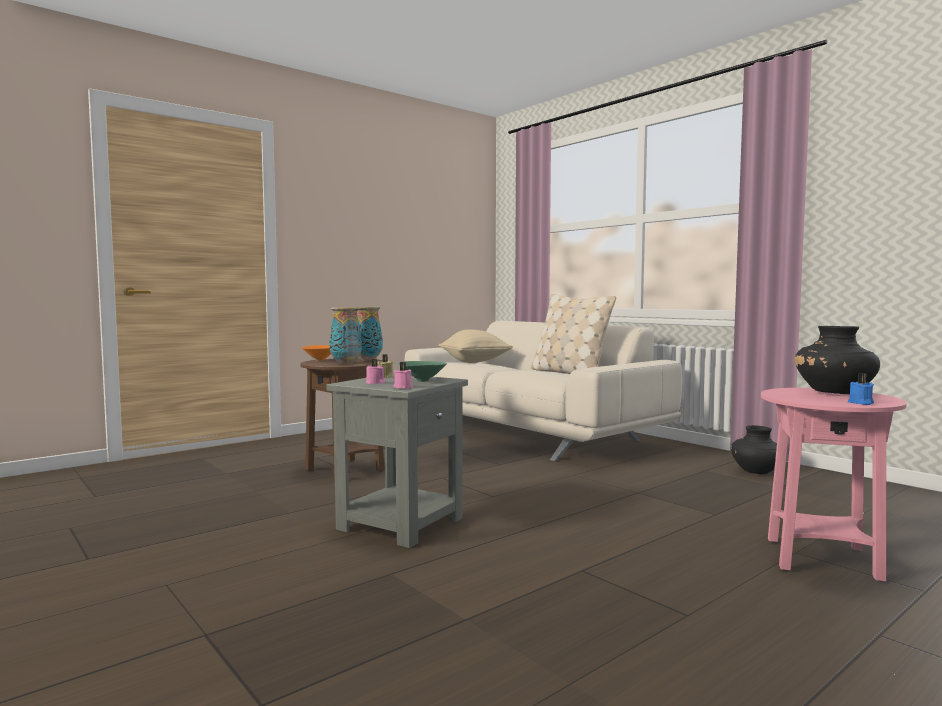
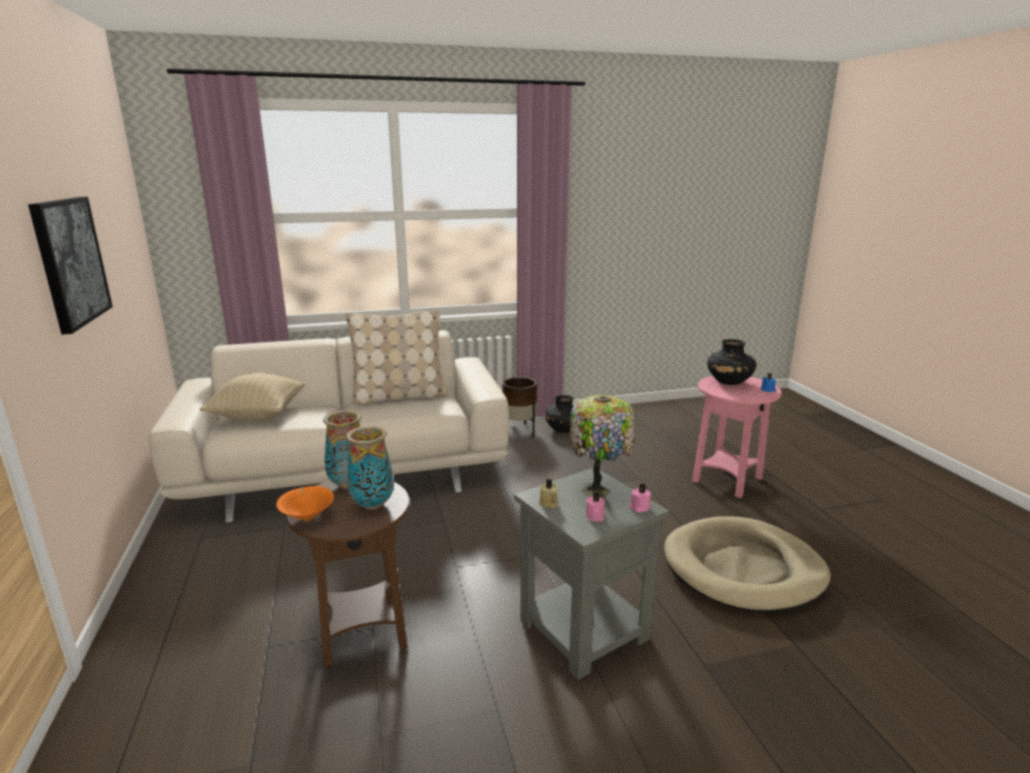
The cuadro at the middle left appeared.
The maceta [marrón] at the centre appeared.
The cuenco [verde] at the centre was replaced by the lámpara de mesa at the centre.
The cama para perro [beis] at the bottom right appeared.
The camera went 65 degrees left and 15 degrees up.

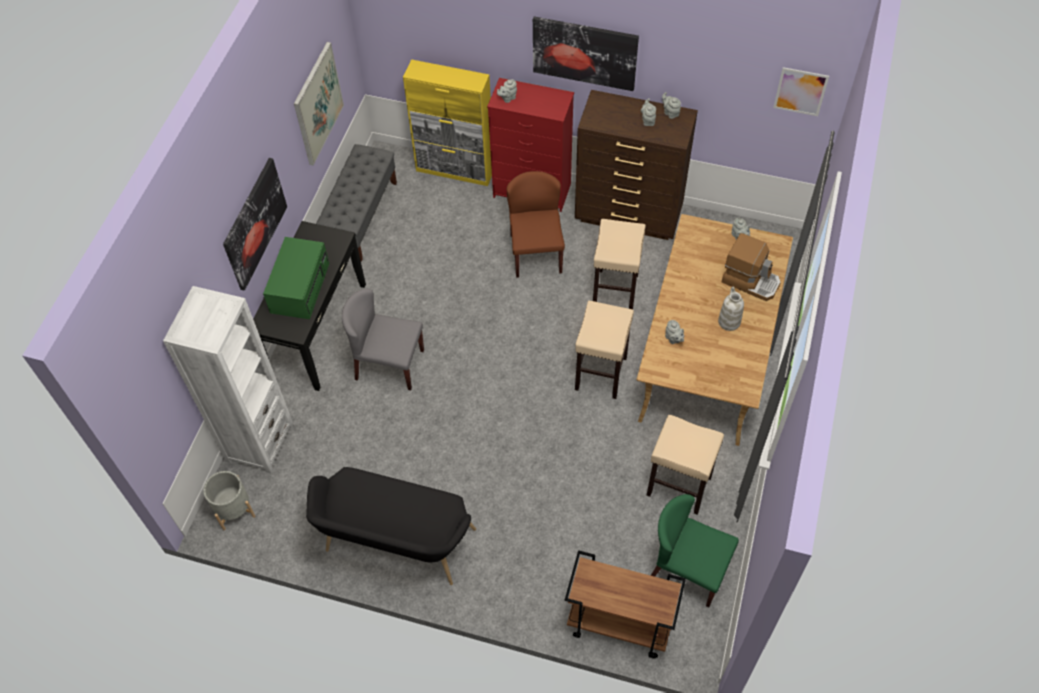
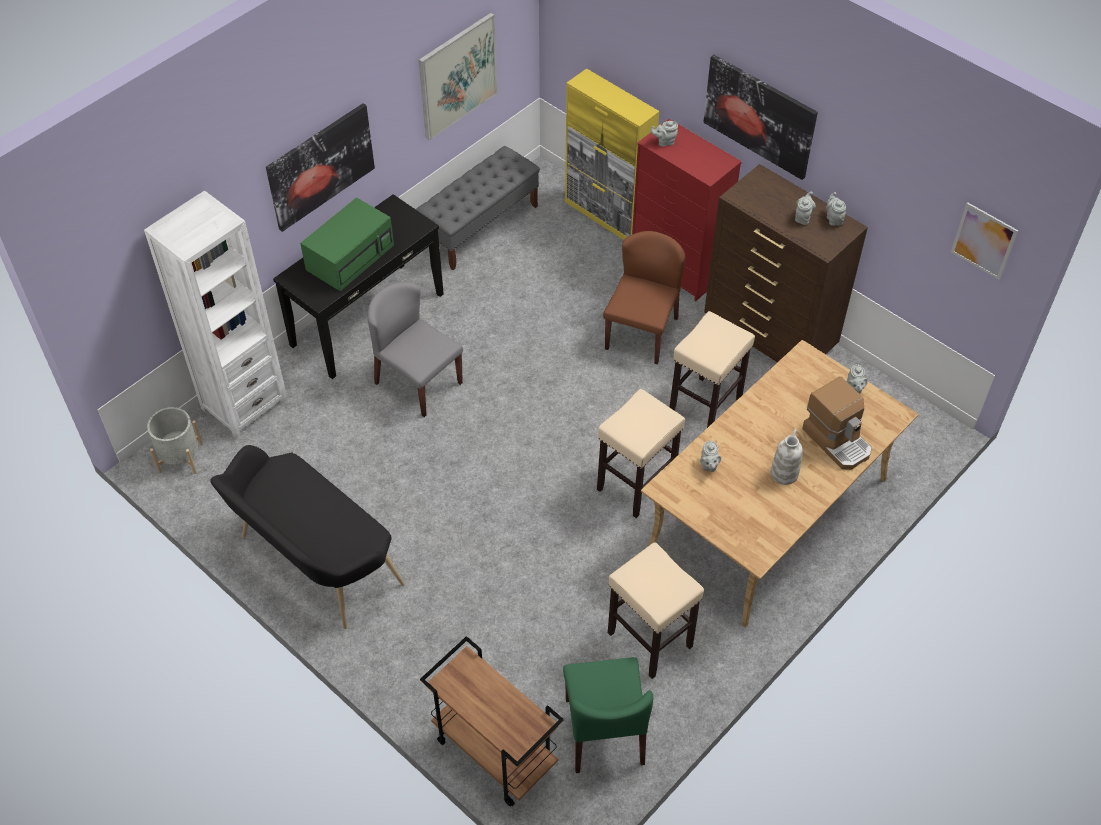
The silla [verde] at the bottom right turned 150 degrees counterclockwise.
The camera went 25 degrees right and 5 degrees down.

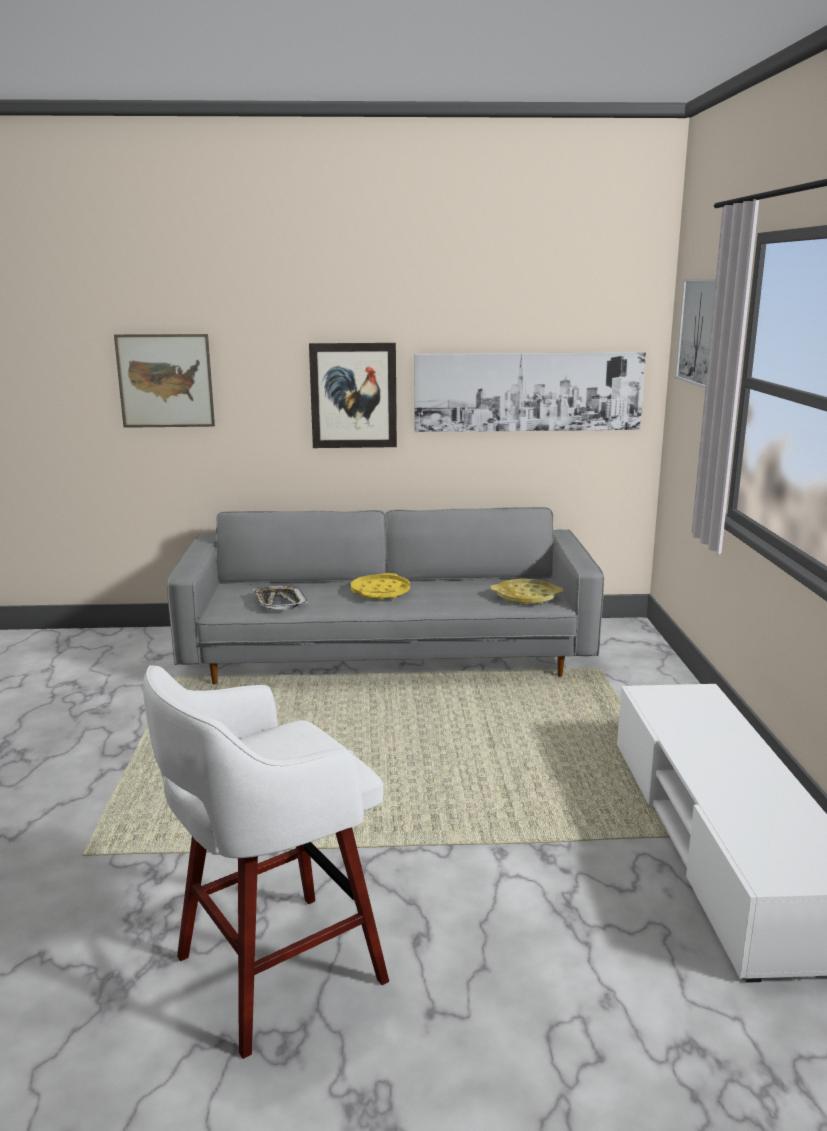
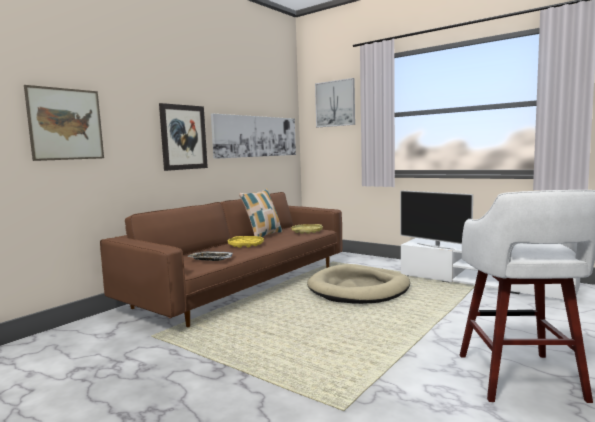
The sofá [gris] at the centre became the sofá [marrón] at the centre.
The cojín at the centre appeared.
The cama para perro [beis] at the bottom centre appeared.
The televisor at the middle right appeared.
The camera went 50 degrees left and 10 degrees down.

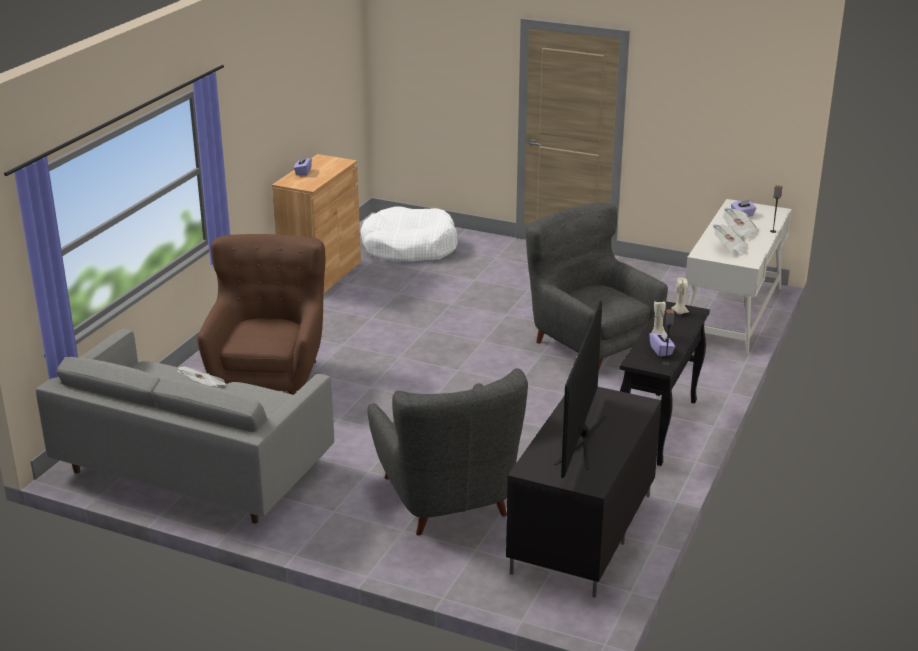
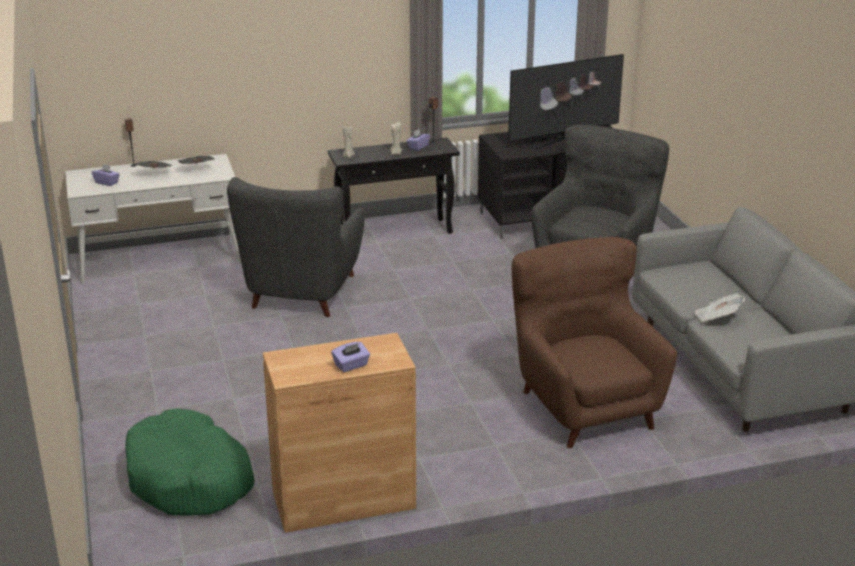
The cama para perro [blanco] at the centre became the cama para perro [verde] at the bottom left.
The sillón [marrón] at the middle left turned 105 degrees clockwise.
The camera went 130 degrees left and 0 degrees up.

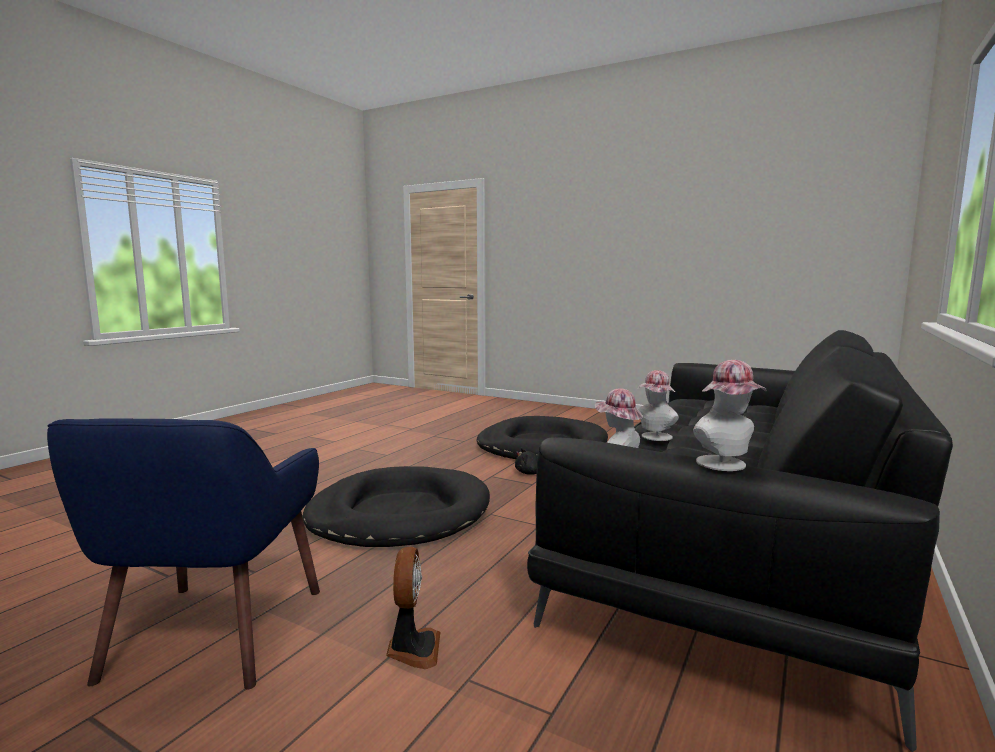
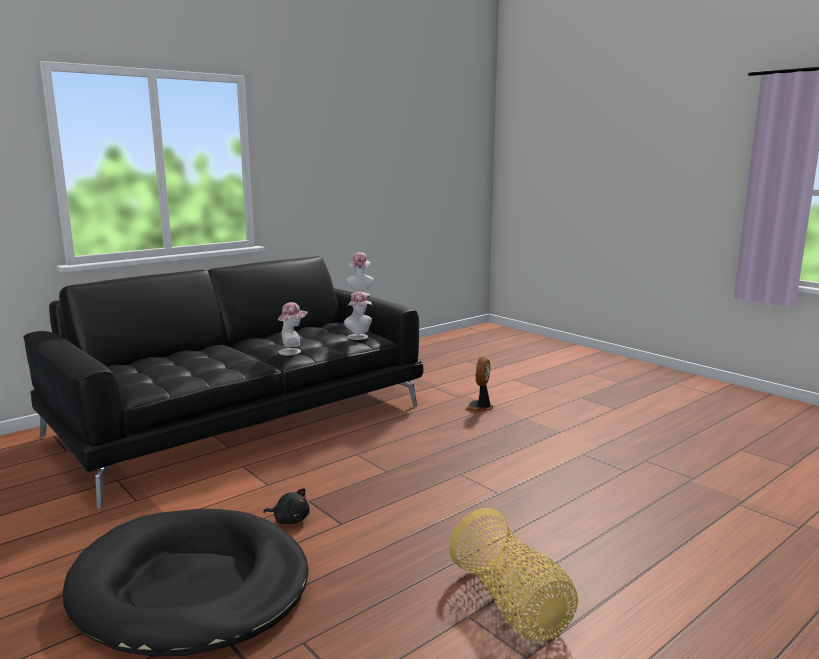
The cesta at the bottom centre appeared.
The sillón [azul] at the bottom left disappeared.
The cama para perro [negro] (no. 1 from left) at the bottom centre disappeared.
The camera went 160 degrees left and 5 degrees up.

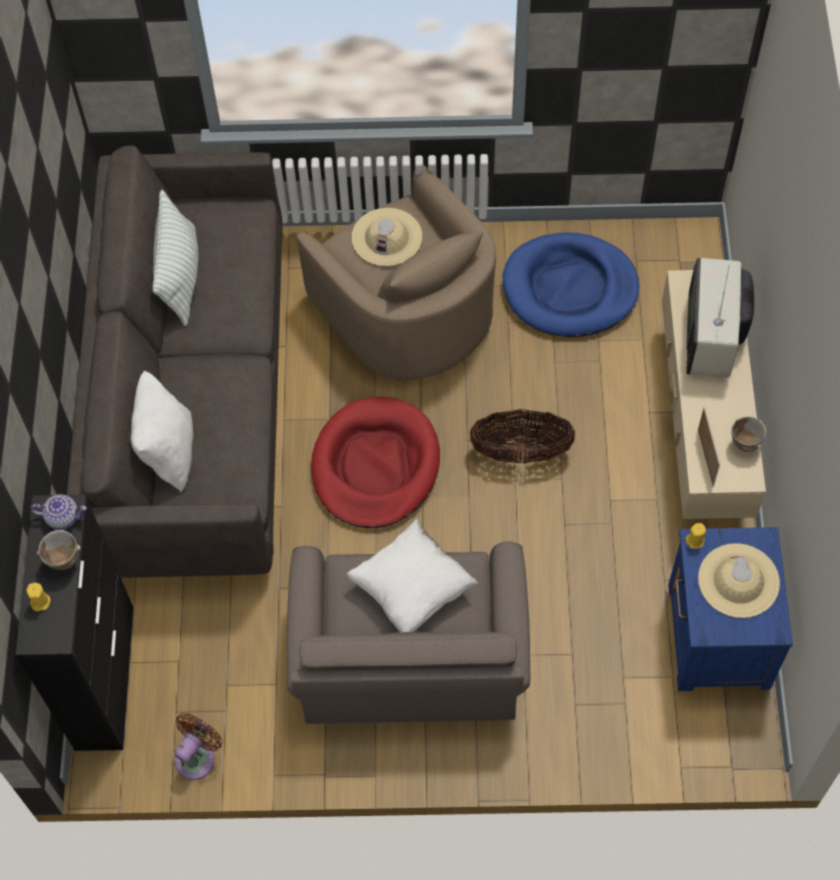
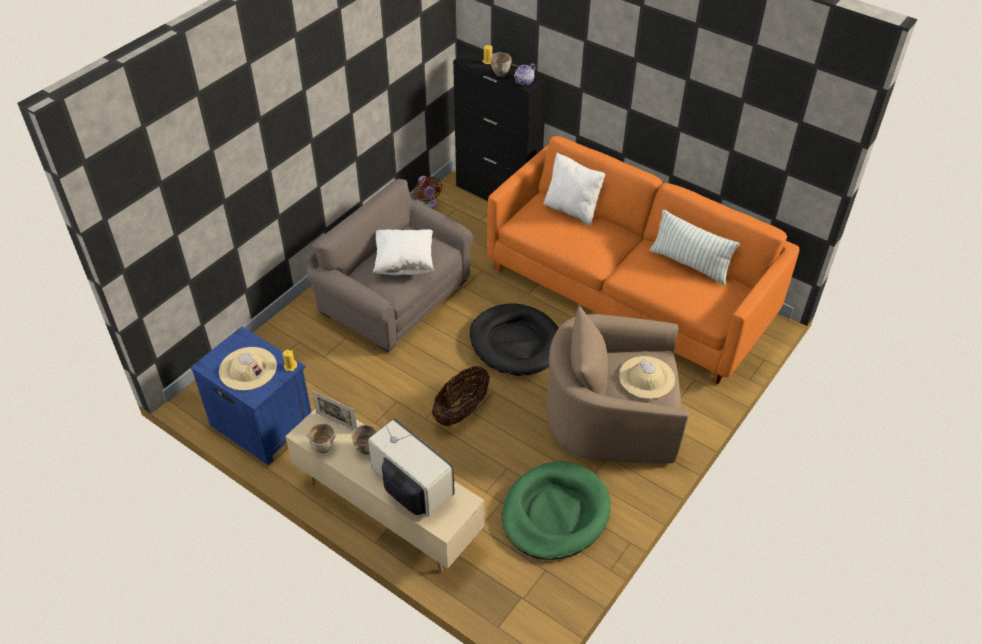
The cuenco (no. 2 from left) at the bottom centre appeared.
The cama para perro [rojo] at the centre became the cama para perro [negro] at the centre.
The sofá [gris] at the middle left became the sofá [naranja] at the centre.
The cama para perro [azul] at the top right became the cama para perro [verde] at the bottom centre.
The camera went 125 degrees right and 15 degrees down.

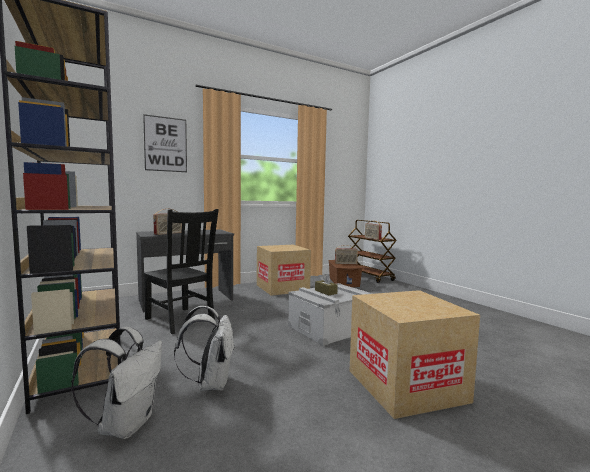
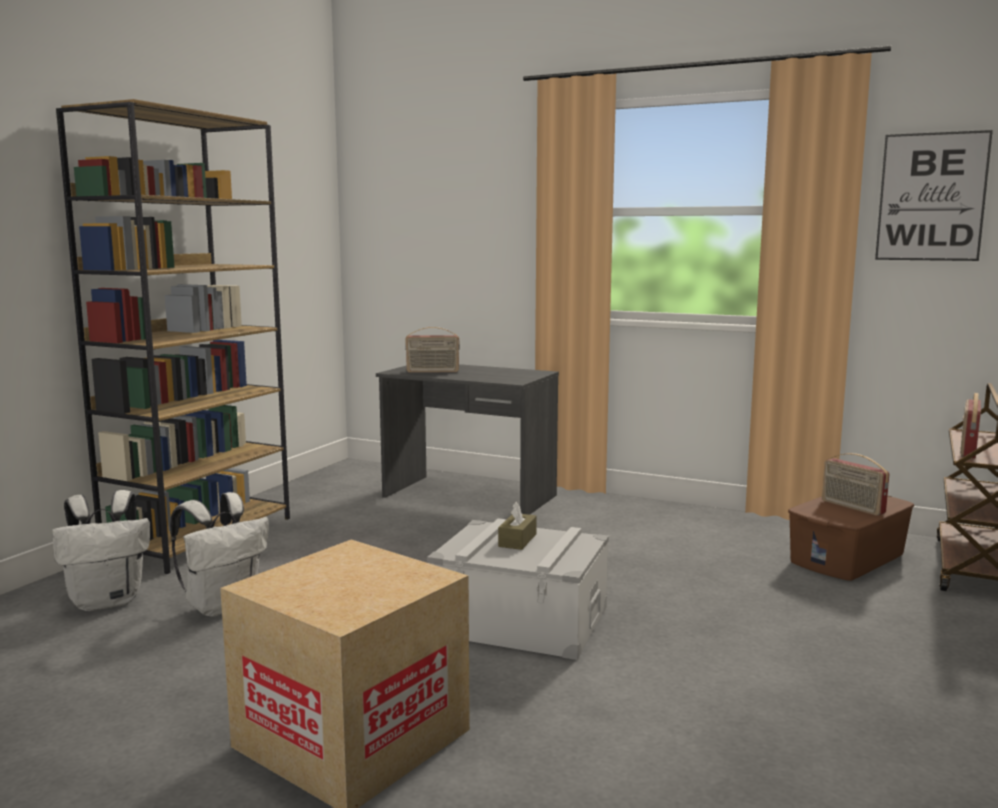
The cuadro moved from the top left to the top right.
The silla [negro] at the middle left disappeared.
The caja de cartón (no. 1 from left) at the centre disappeared.
The camera went 55 degrees right and 5 degrees up.

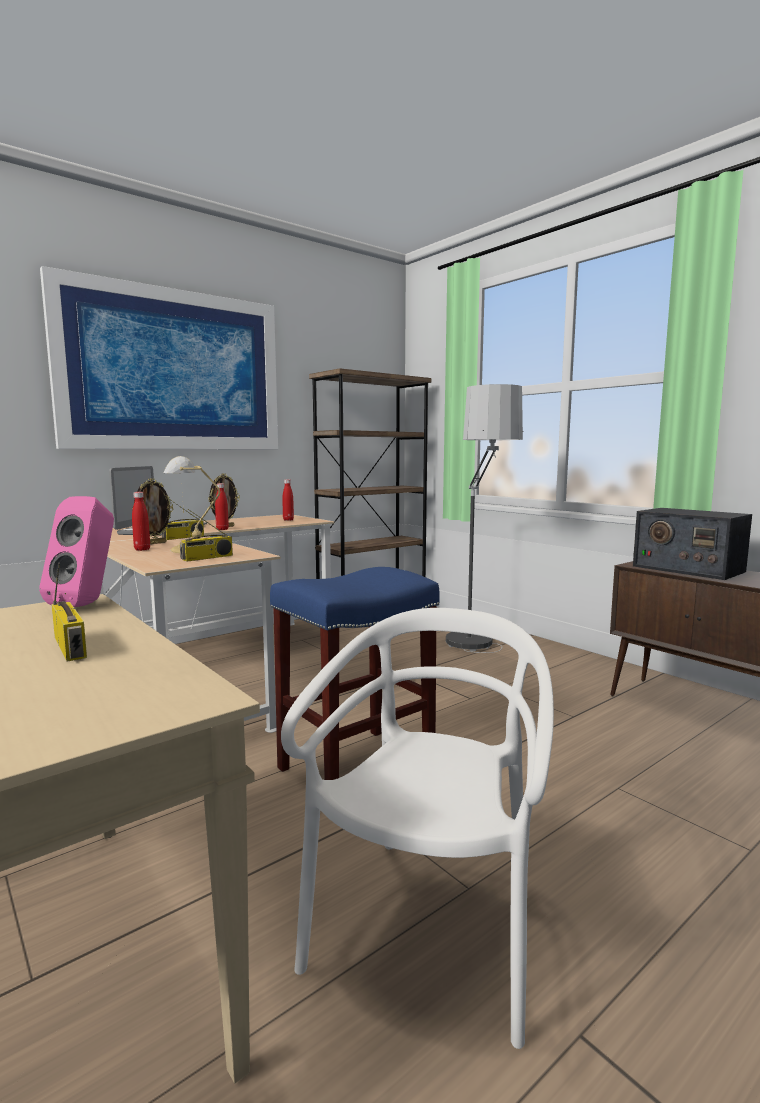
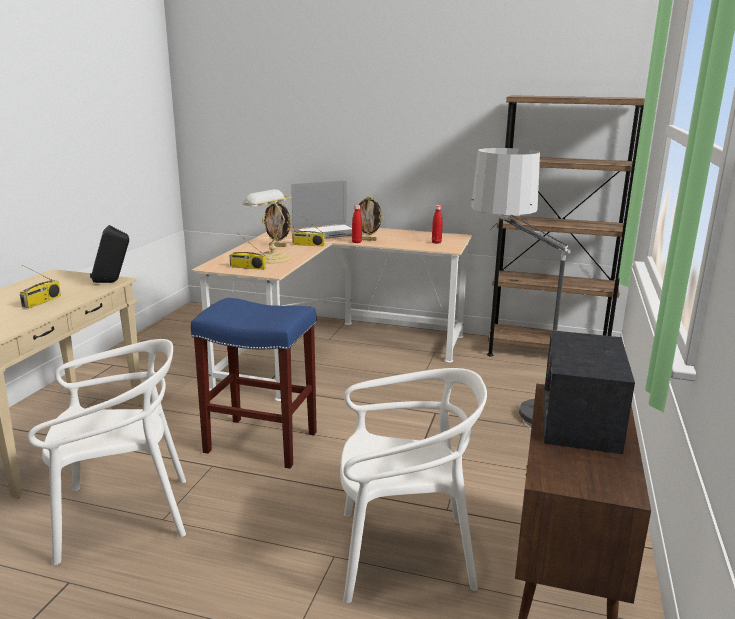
The altavoz [rosa] at the middle left became the altavoz [negro] at the middle left.
The silla [blanco] (no. 2 from left) at the bottom centre appeared.
The cuadro at the top left disappeared.
The botella [rojo] (no. 1 from left) at the middle left disappeared.
The camera went 55 degrees right and 10 degrees up.

